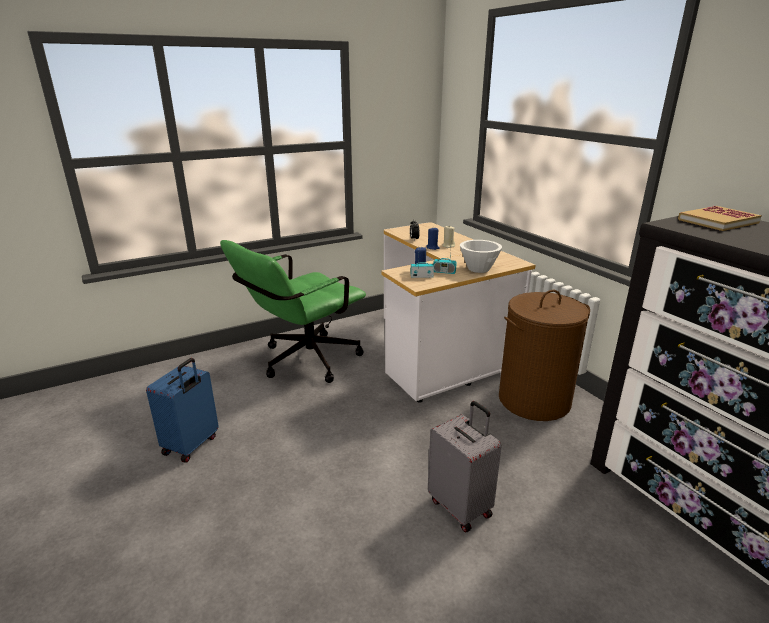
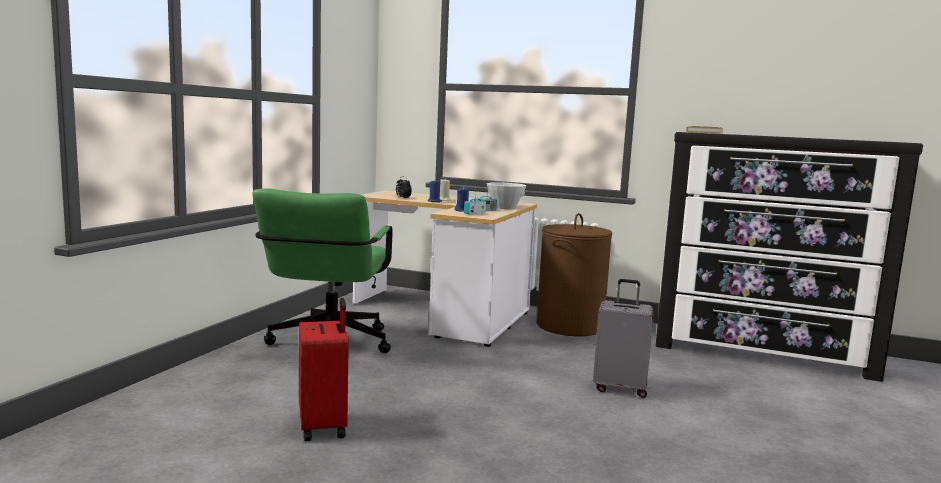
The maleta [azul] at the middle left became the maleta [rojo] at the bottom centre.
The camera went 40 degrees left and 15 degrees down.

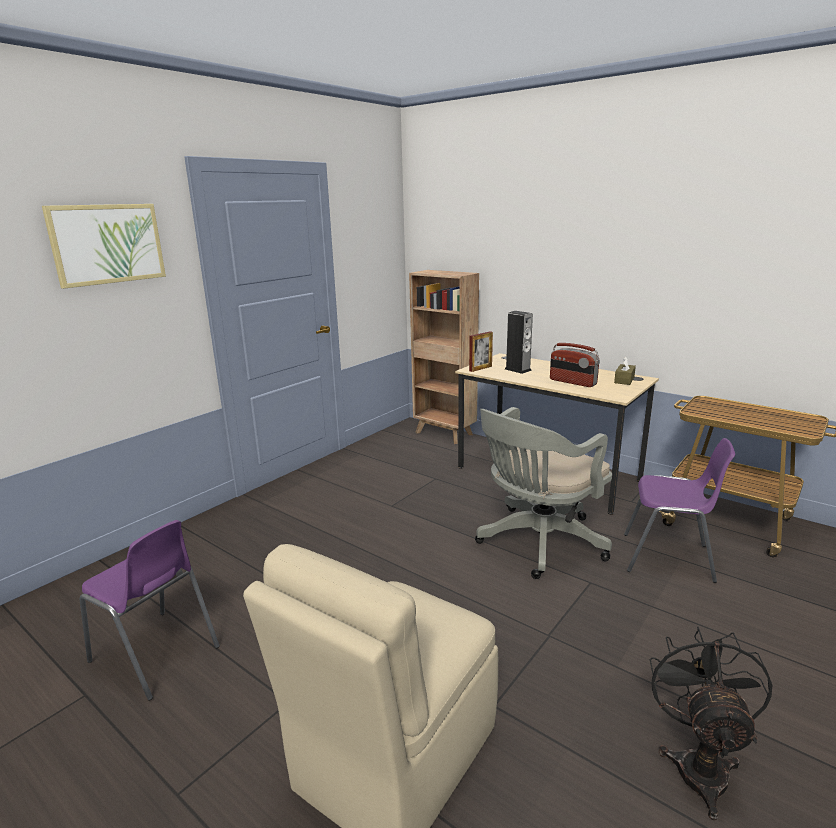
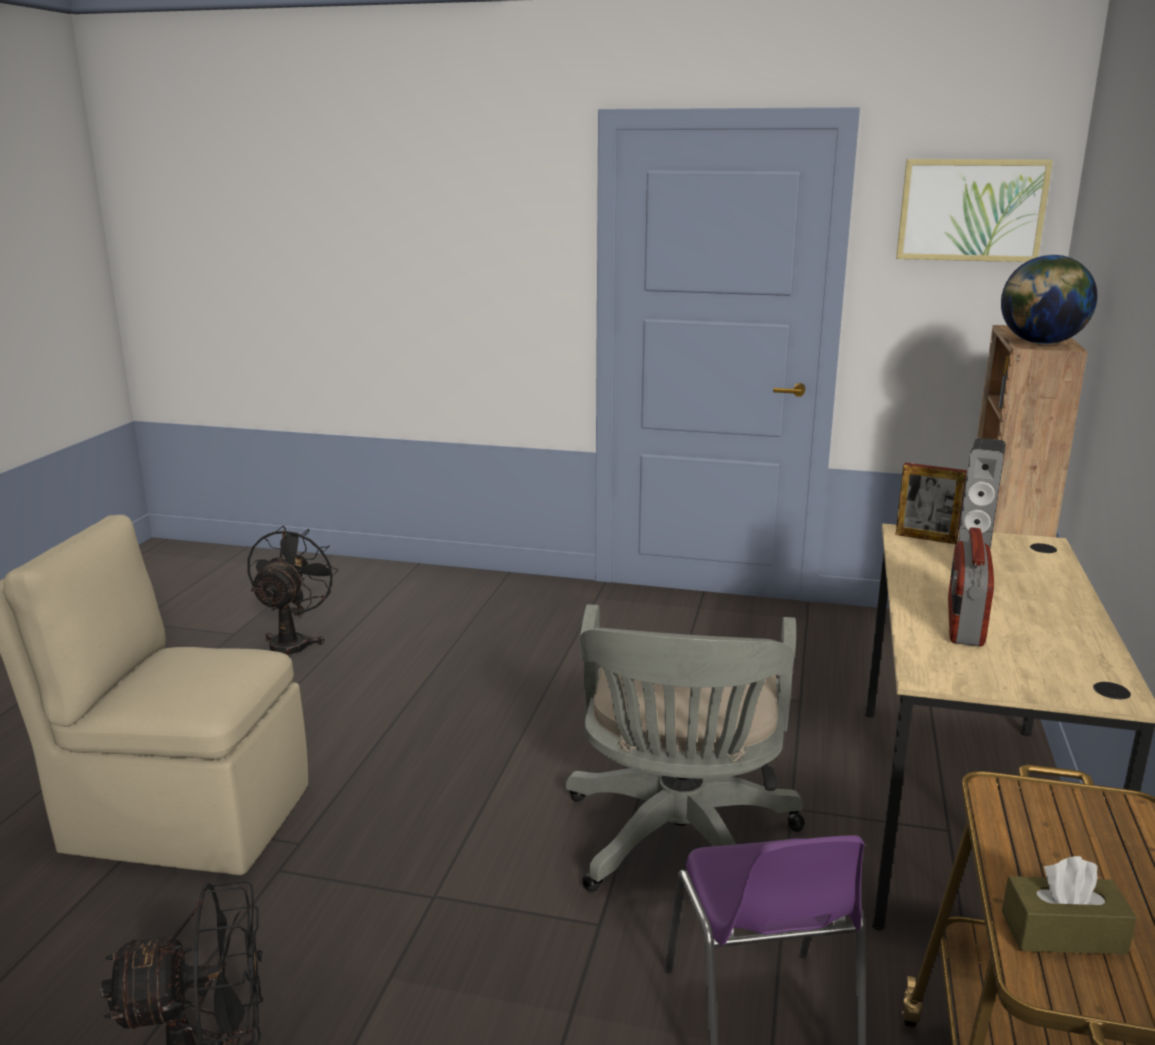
The silla [morado] (no. 1 from left) at the bottom left was replaced by the ventilador [negro] (no. 2 from left) at the middle left.
The silla de oficina [gris] at the centre turned 105 degrees counterclockwise.
The cuadro moved from the top left to the top right.
The globo terráqueo at the top right appeared.
The caja de pañuelos [marrón] moved from the middle right to the bottom right.
The camera went 65 degrees right and 0 degrees up.

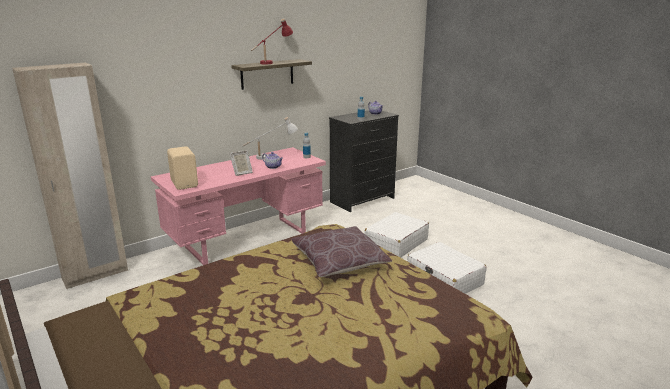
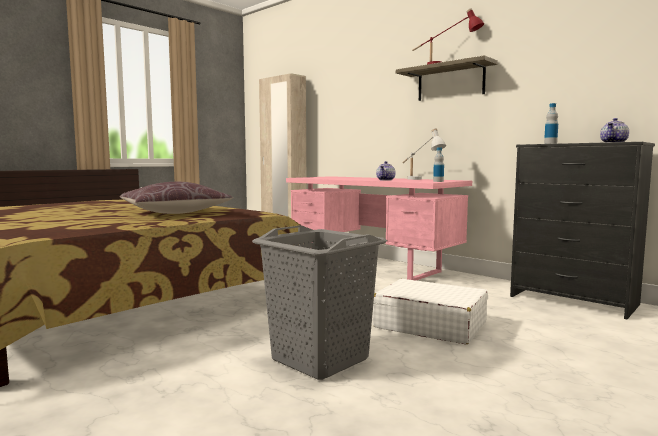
The maleta [blanco] (no. 2 from left) at the bottom right was replaced by the cesto de la ropa [gris] at the bottom centre.
The altavoz [beis] at the middle left disappeared.
The portarretratos at the centre disappeared.
The camera went 80 degrees right and 15 degrees down.

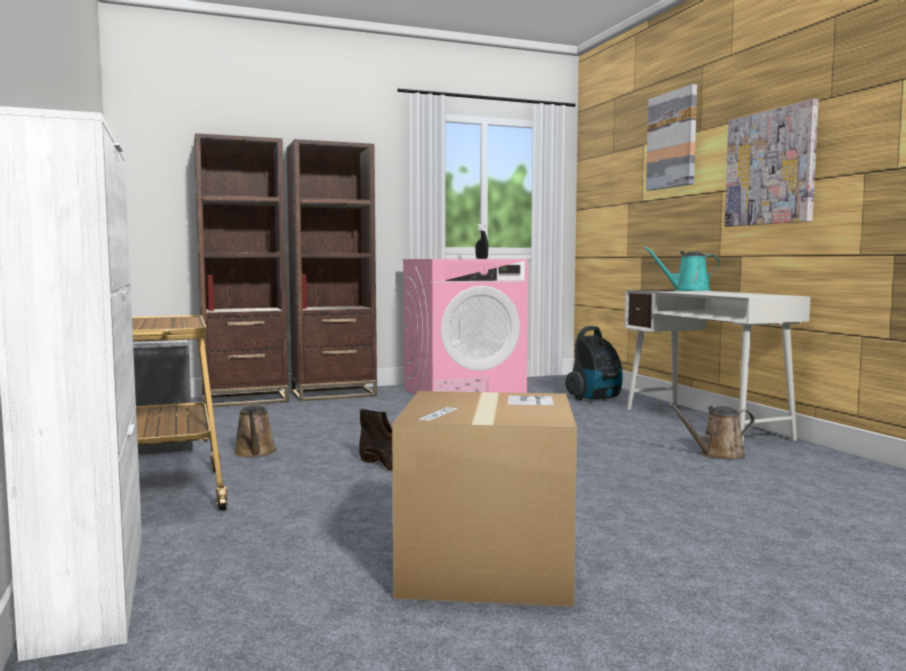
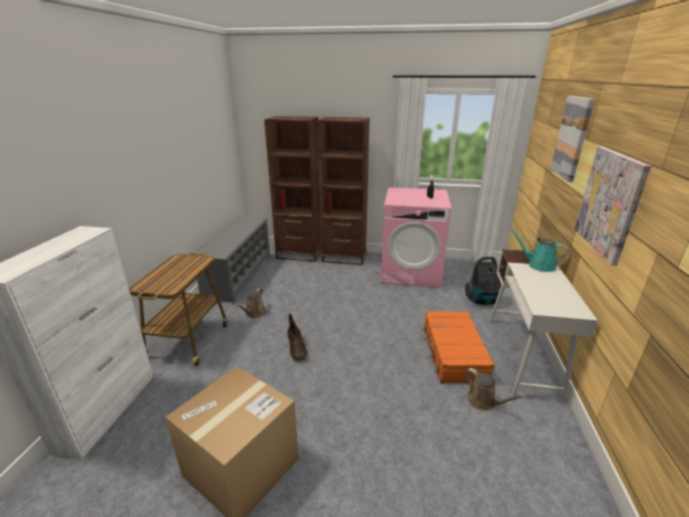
The maleta [naranja] at the bottom centre appeared.
The regadera [marrón] (no. 2 from left) at the middle right turned 150 degrees counterclockwise.
The camera went 30 degrees right and 20 degrees up.

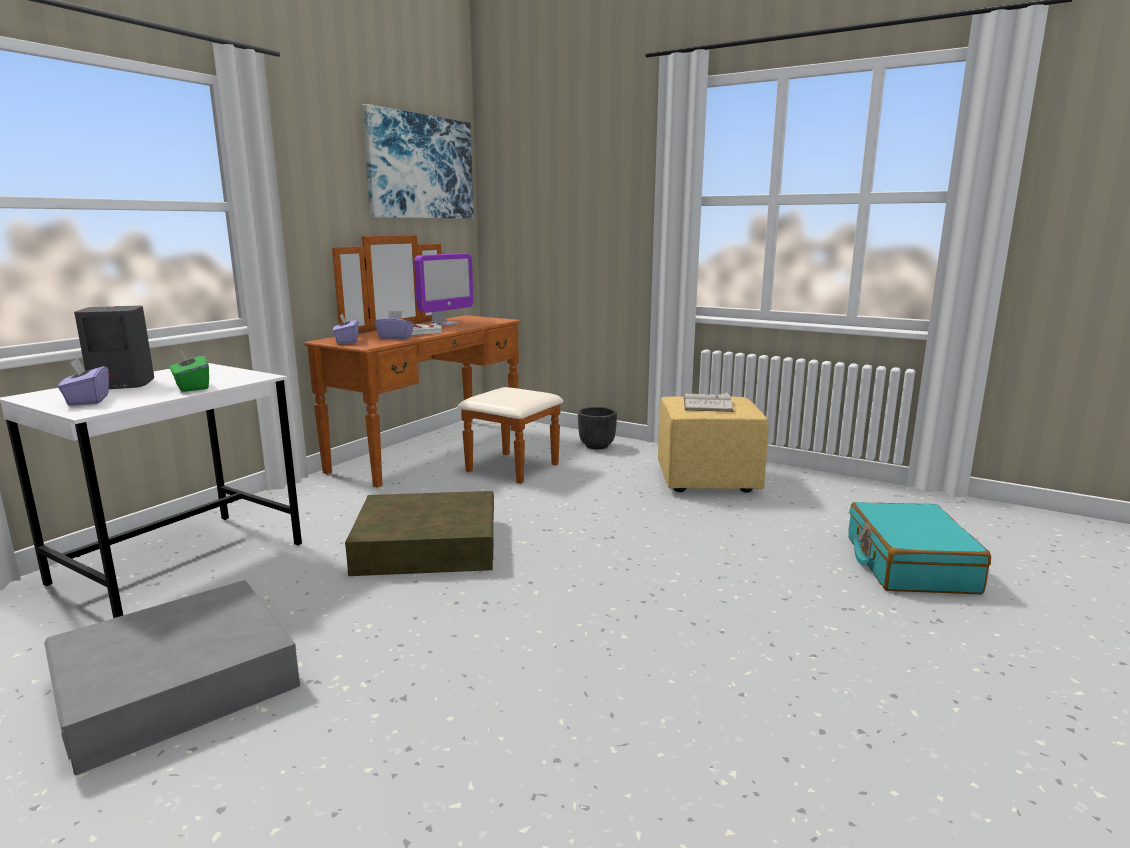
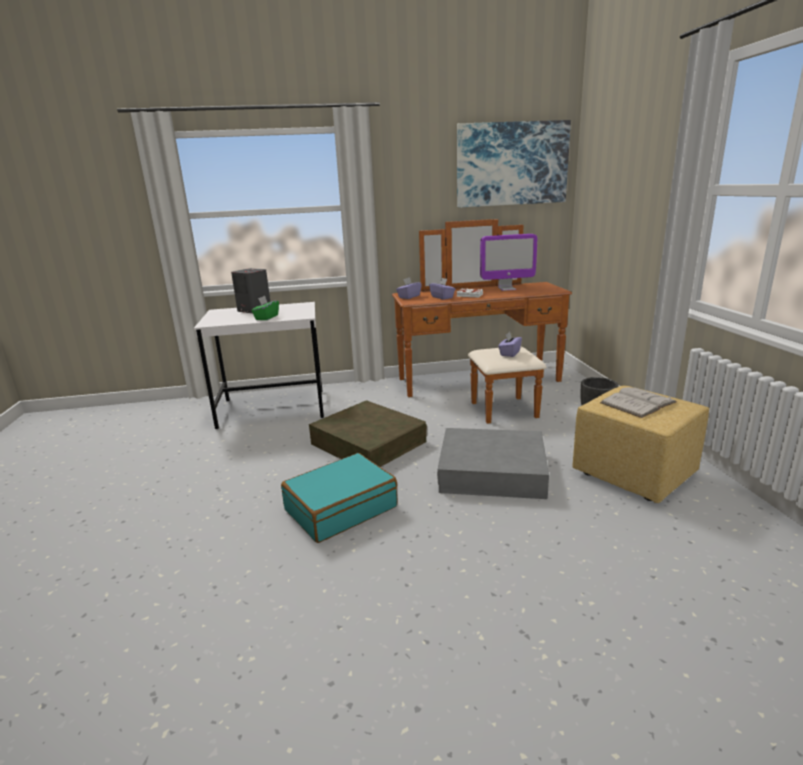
The maleta [turquesa] moved from the middle right to the centre.
The caja de almacenaje [gris] moved from the bottom left to the centre.
The caja de pañuelos [morado] (no. 1 from left in the first image) moved from the middle left to the centre.
The camera went 50 degrees right and 5 degrees up.

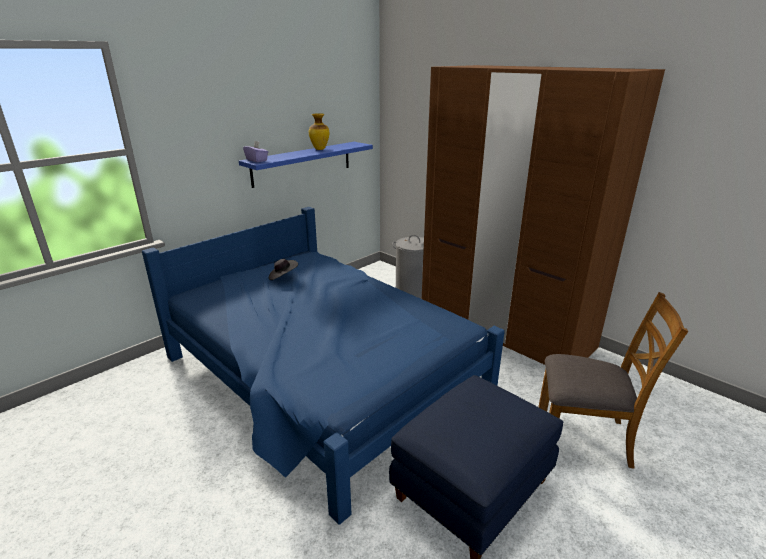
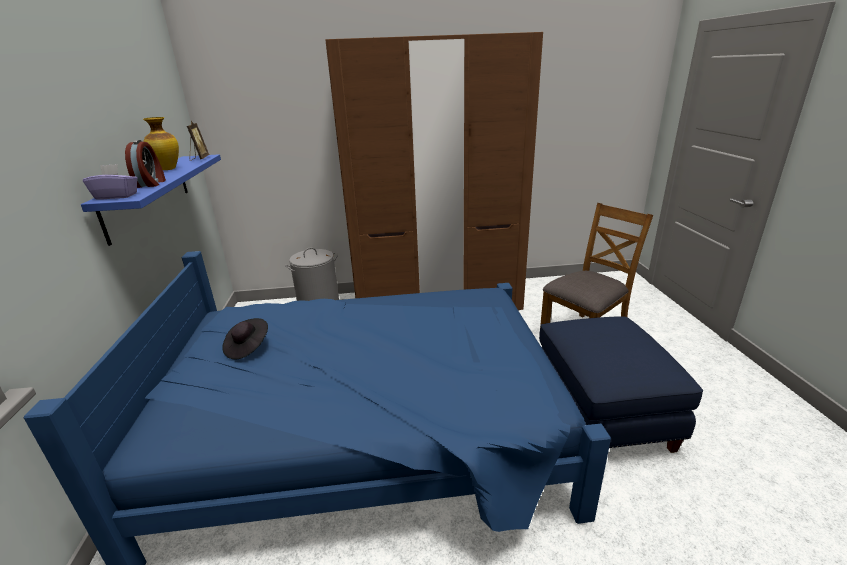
The despertador at the top left appeared.
The portarretratos at the top left appeared.
The camera went 50 degrees left and 0 degrees up.

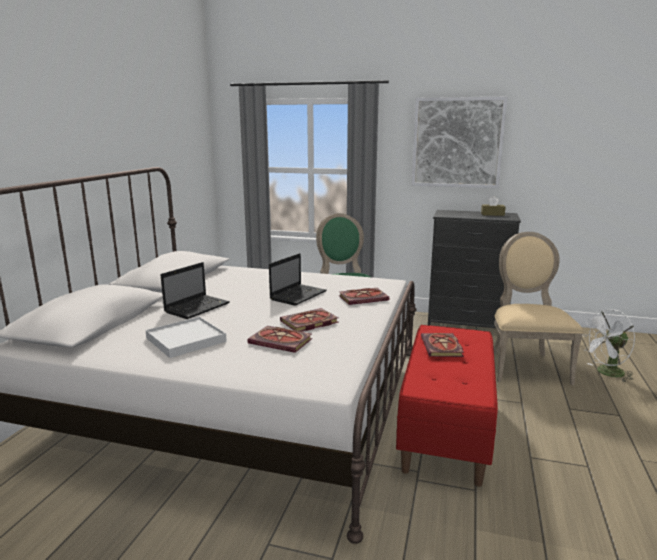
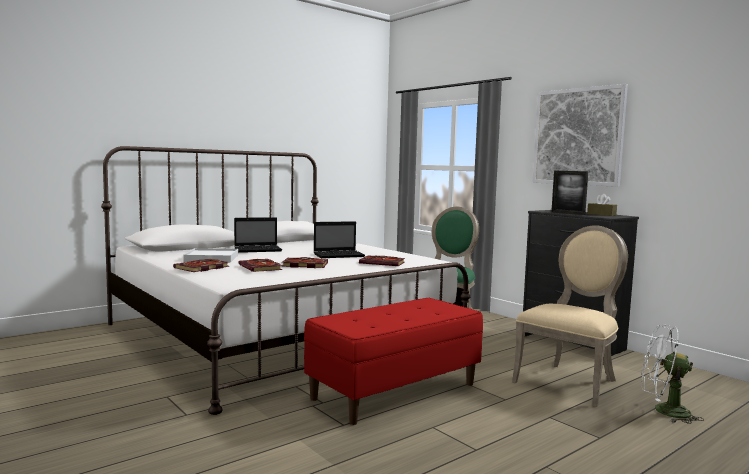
The libro (no. 4 from left in the first image) moved from the middle right to the middle left.
The portarretratos at the middle right appeared.
The camera went 35 degrees right and 10 degrees down.

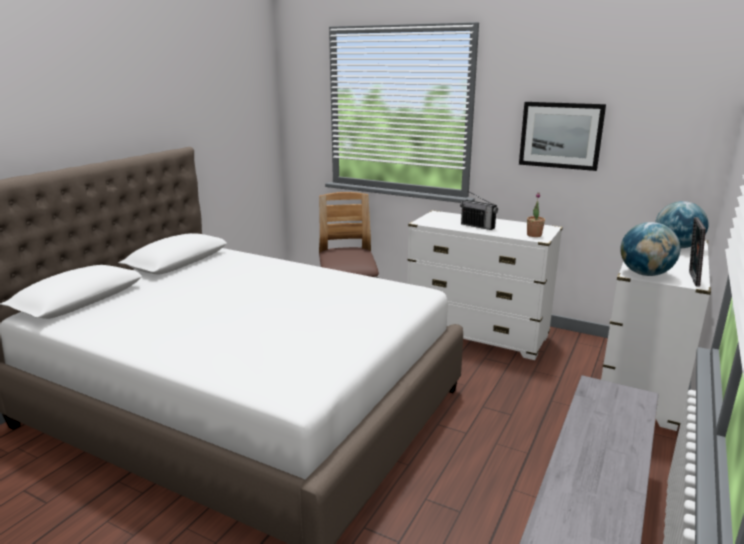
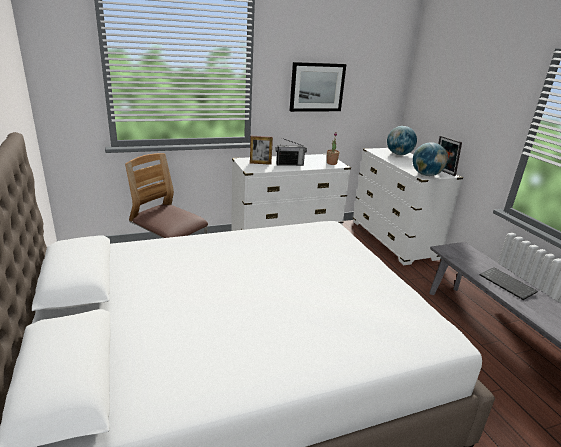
The portarretratos (no. 1 from left) at the centre appeared.
The teclado at the middle right appeared.
The camera went 50 degrees left and 5 degrees up.

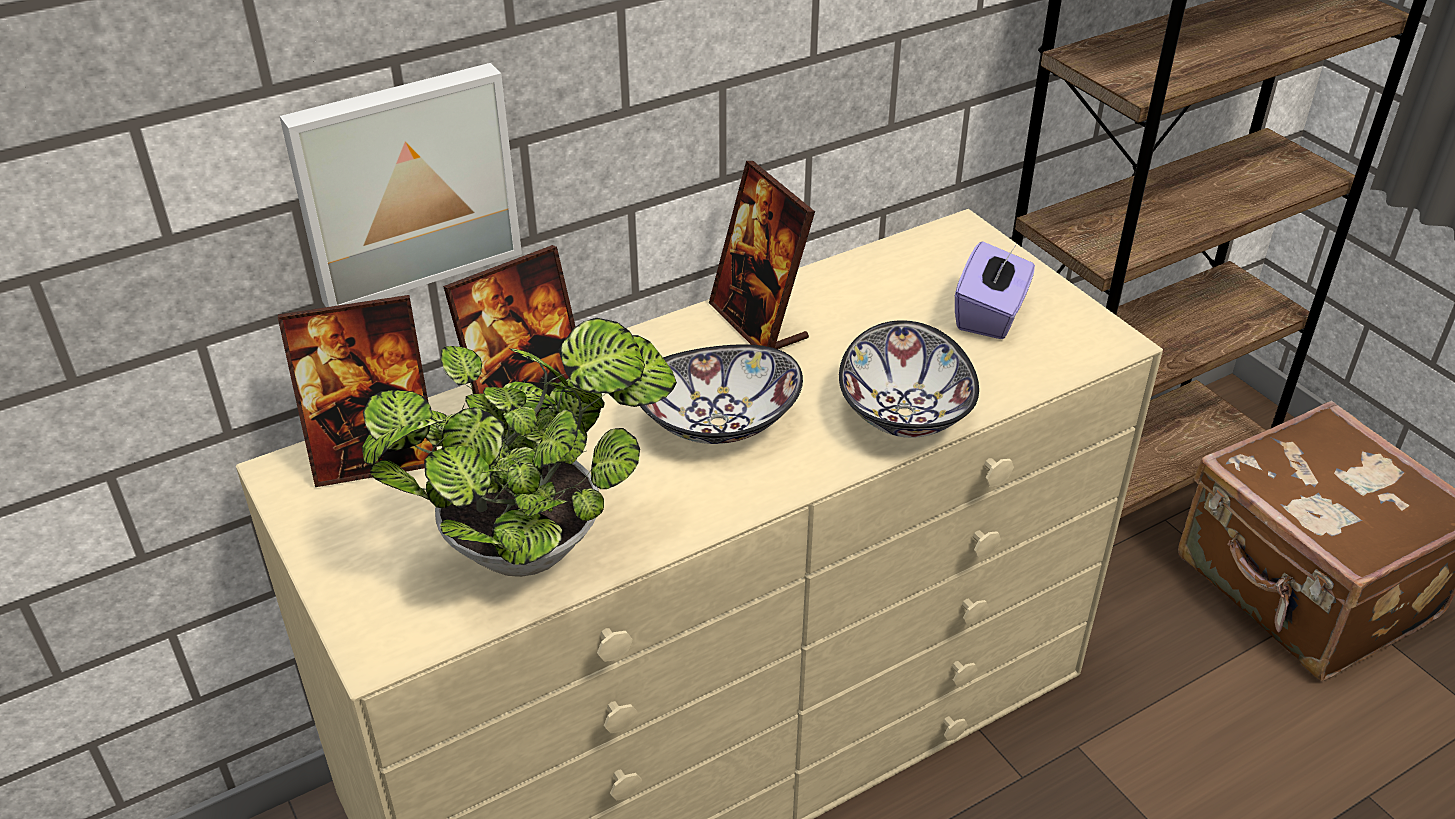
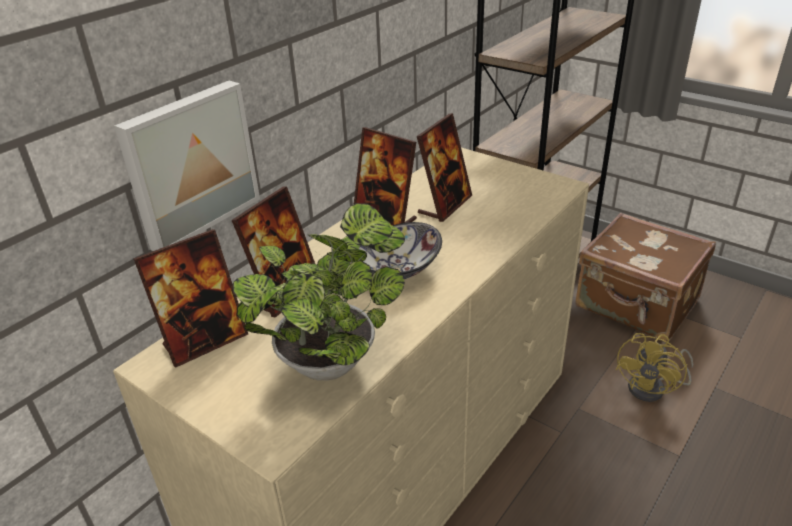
The portarretratos (no. 4 from left) at the top centre appeared.
The ventilador [amarillo] at the bottom right appeared.
The cuenco (no. 2 from left) at the centre disappeared.
The caja de pañuelos [morado] at the middle right disappeared.
The camera went 20 degrees left and 5 degrees down.

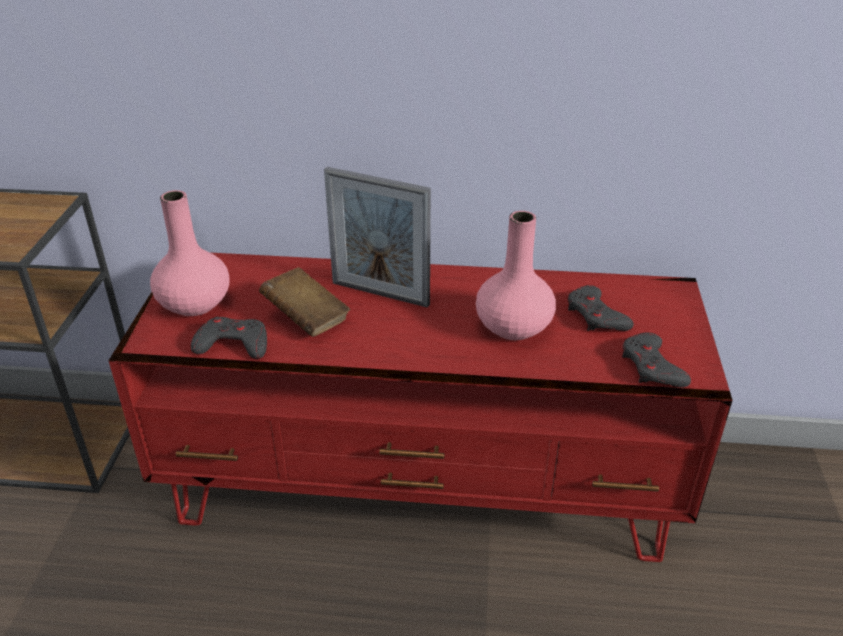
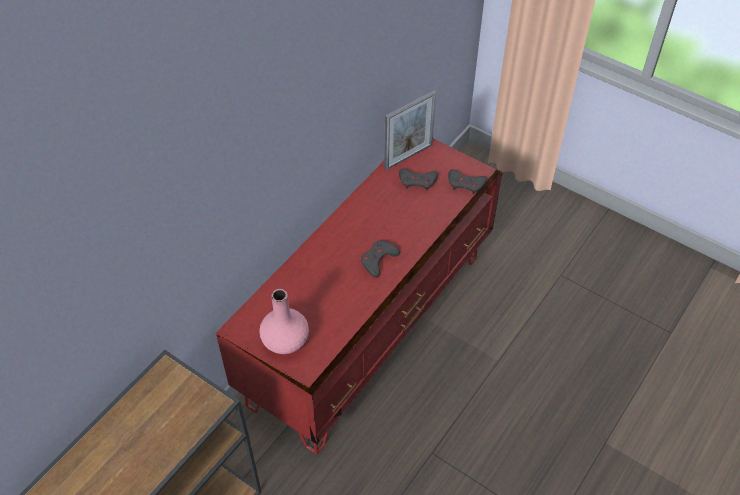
The mando de consola [gris] (no. 1 from left) moved from the middle left to the centre.
The portarretratos moved from the centre to the top centre.
The libro [marrón] at the centre disappeared.
The florero [rosa] (no. 2 from left) at the centre disappeared.
The camera went 60 degrees left and 15 degrees up.

